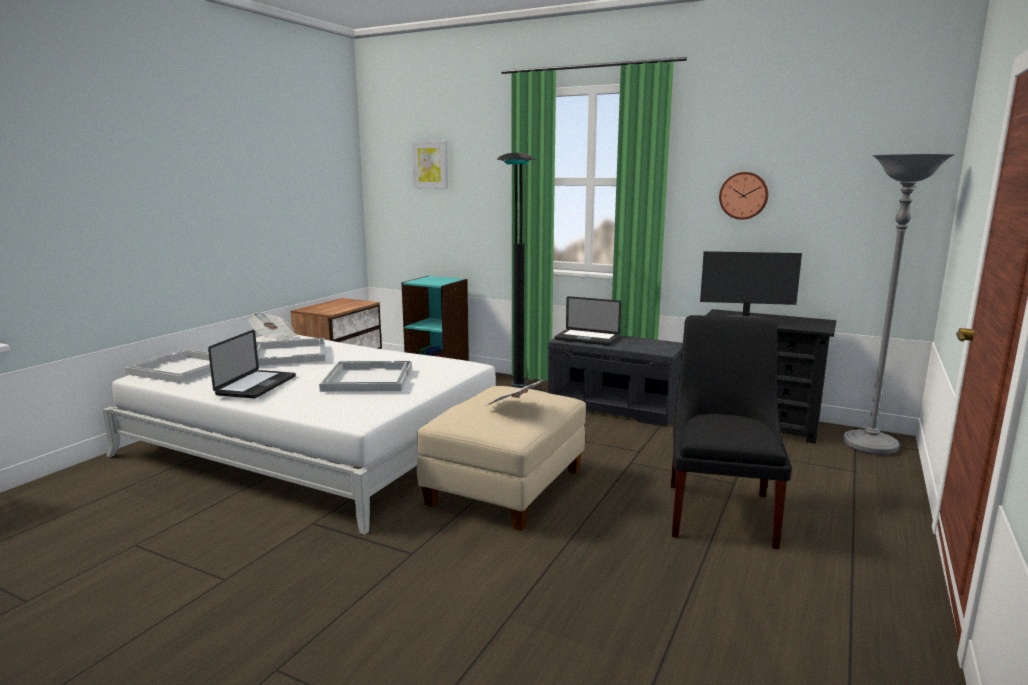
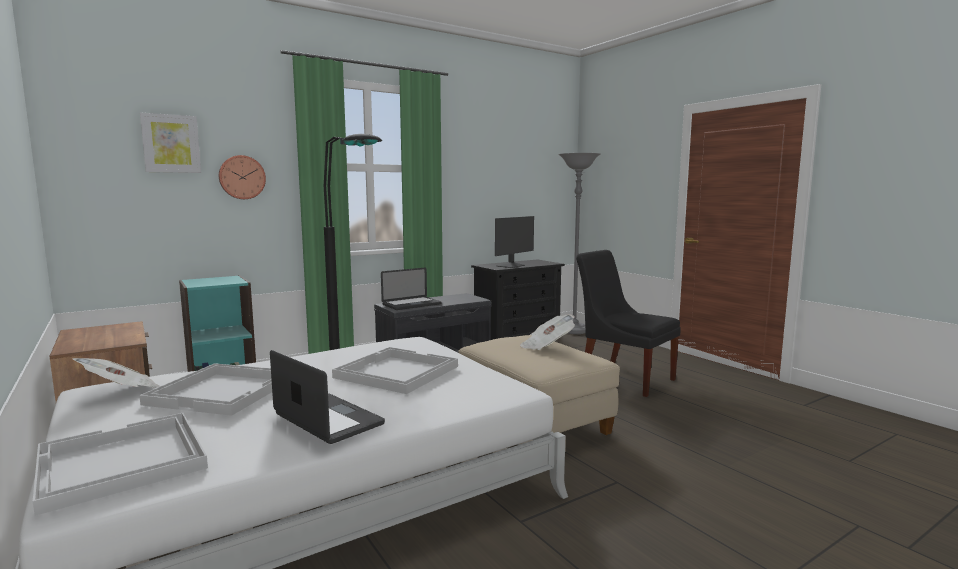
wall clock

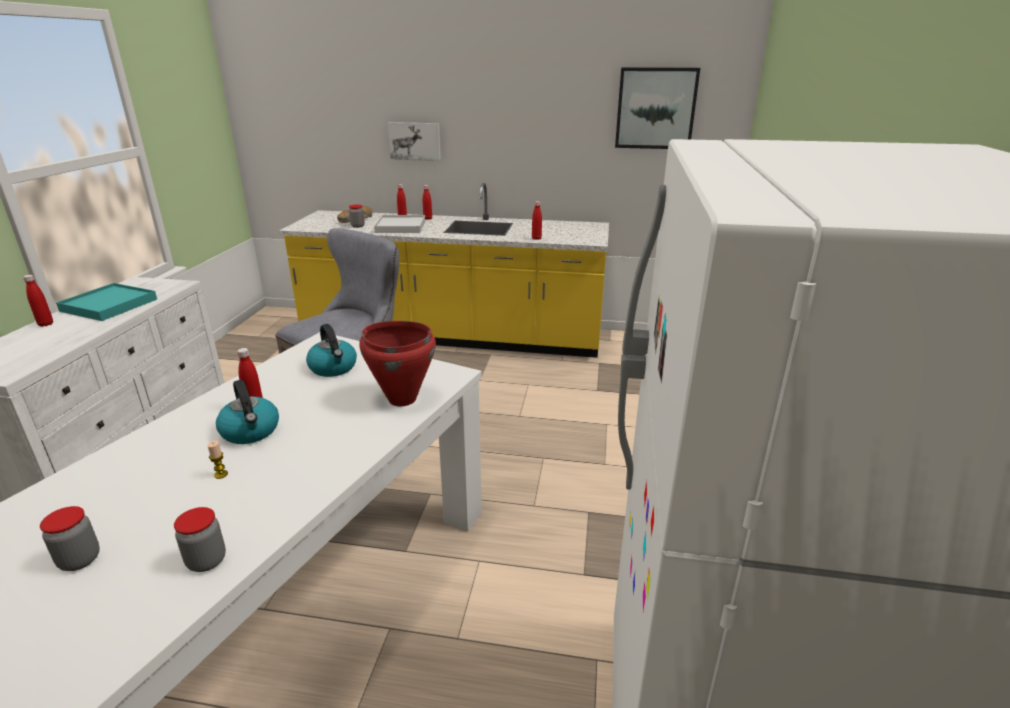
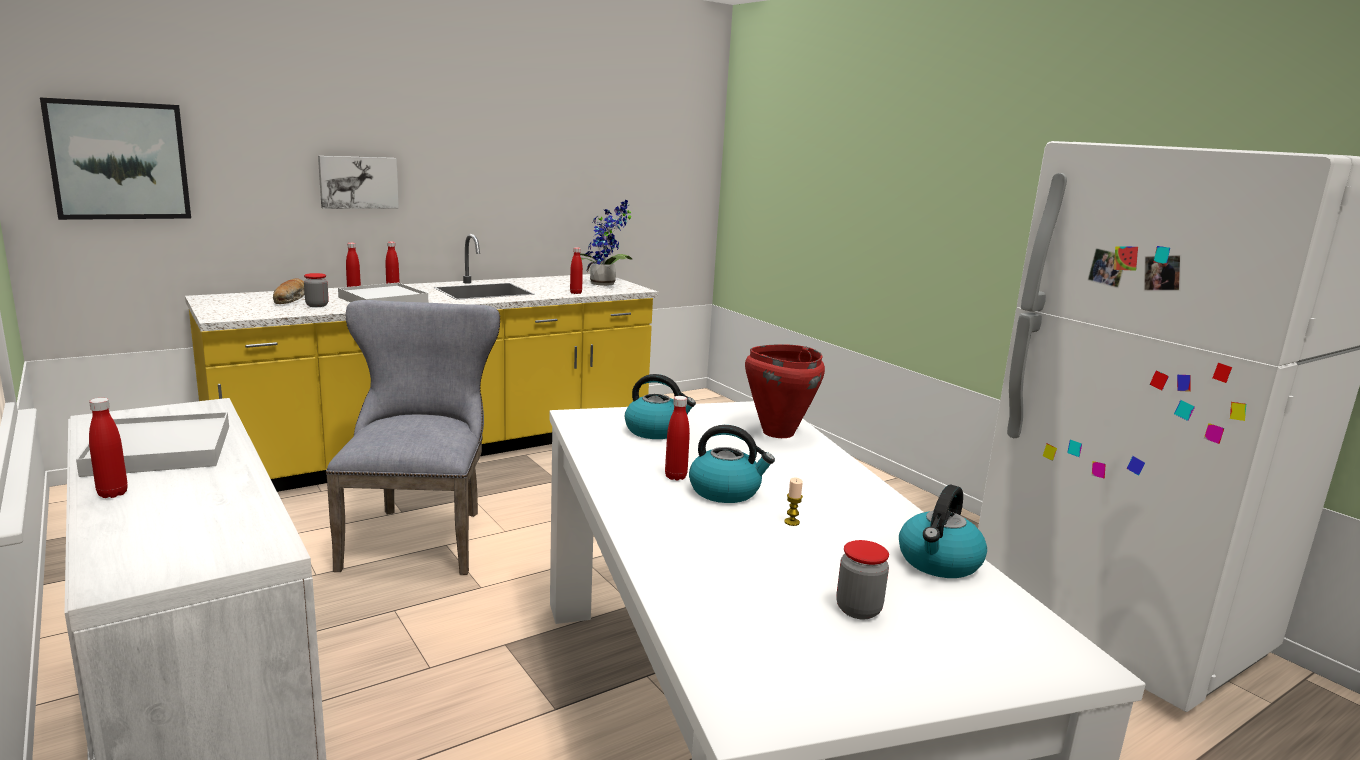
tray/white (1st from left)
kettle (3rd from left)
picture (1st from left)
potted plant

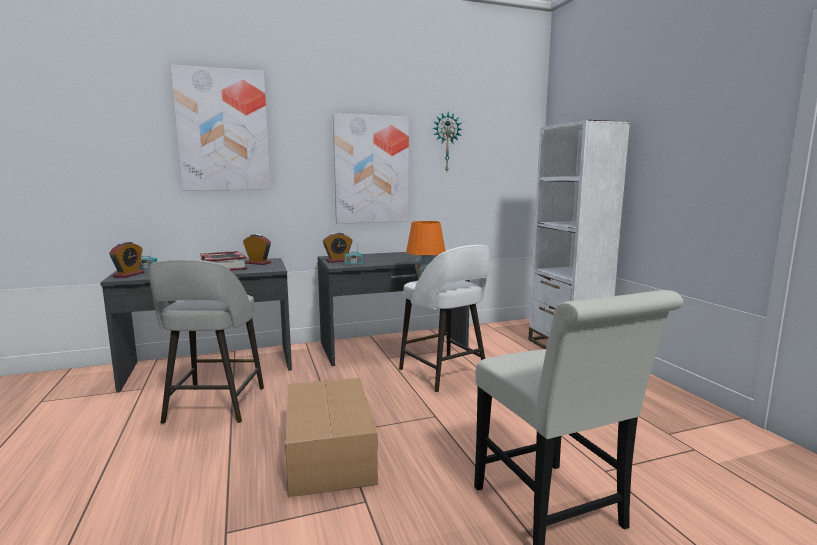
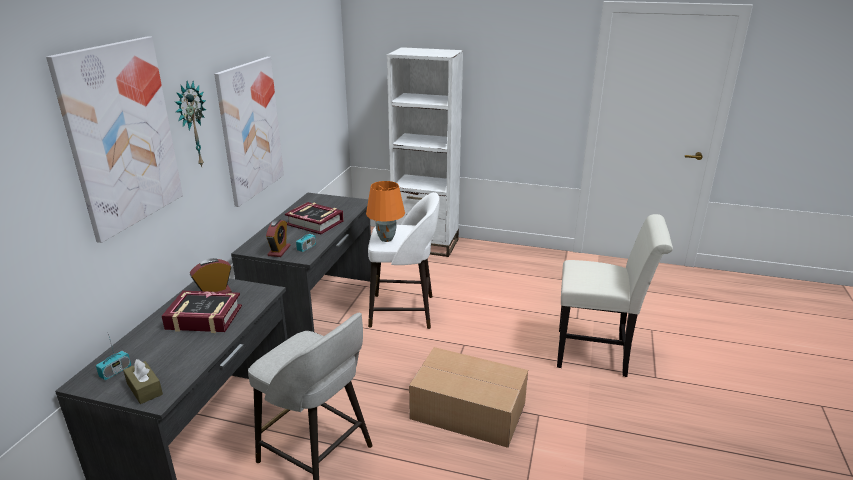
tissue box/brown
wall clock
book (2nd from left)

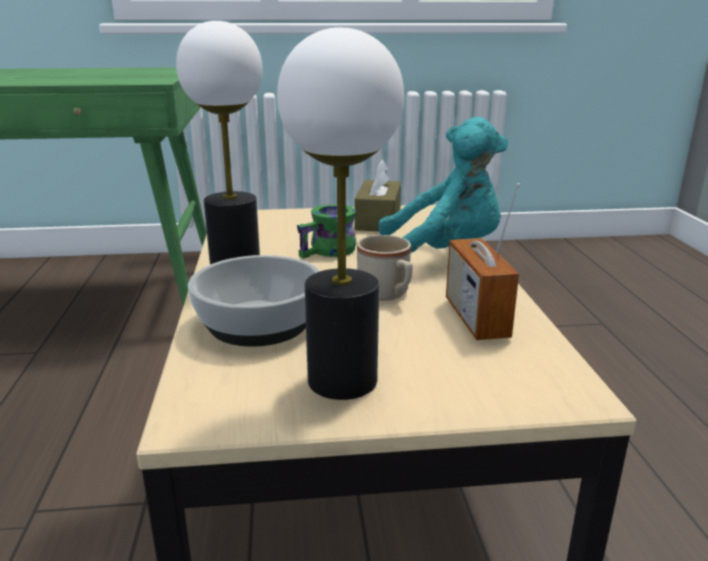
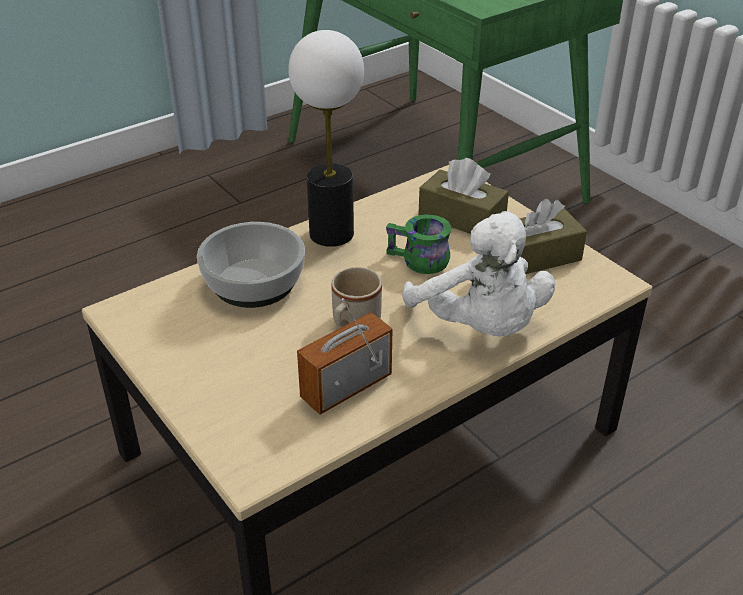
table lamp (2nd from left in the first image)
plush toy/white
tissue box/brown (1st from left)

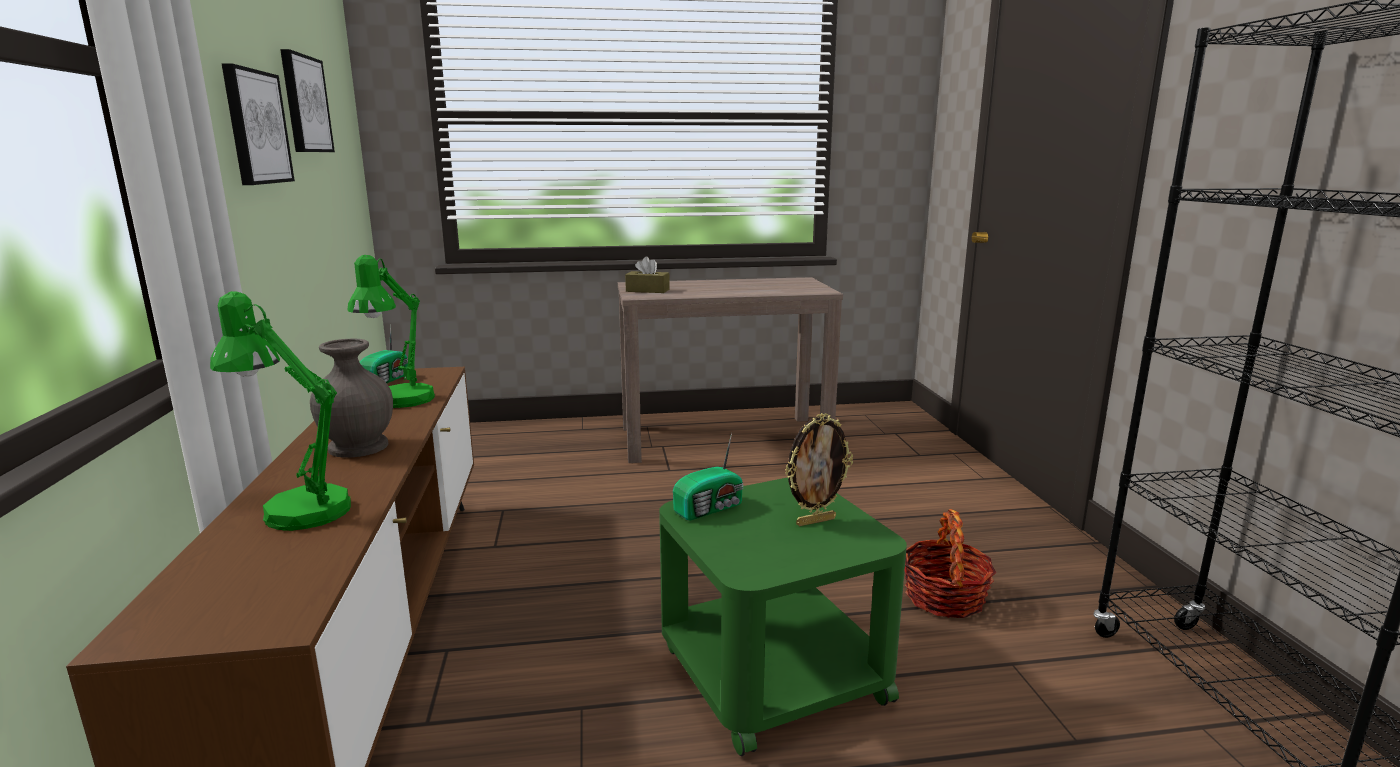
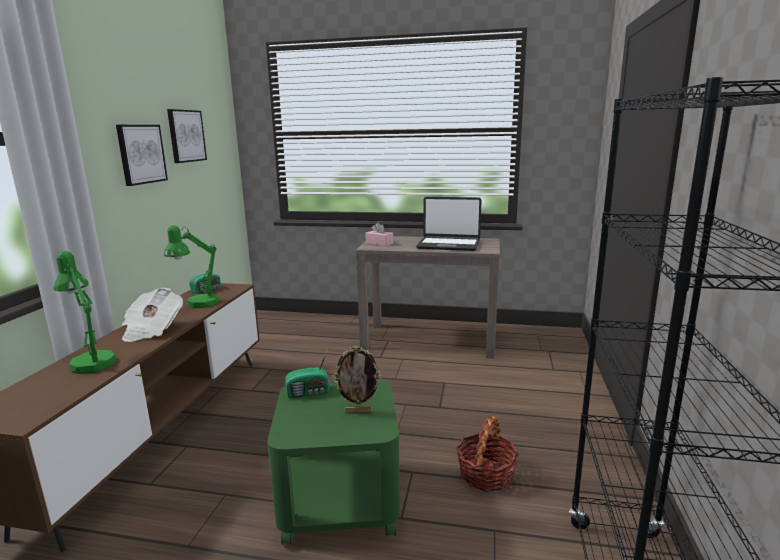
newspaper
tissue box/pink
laptop

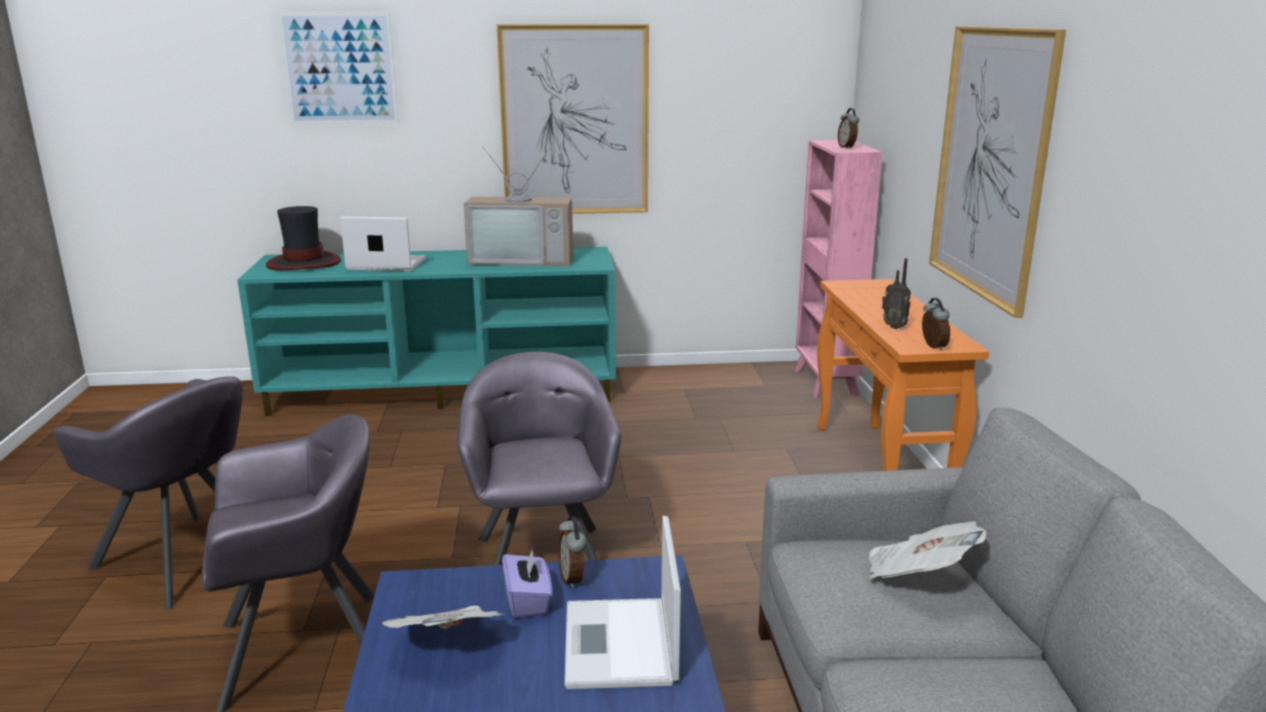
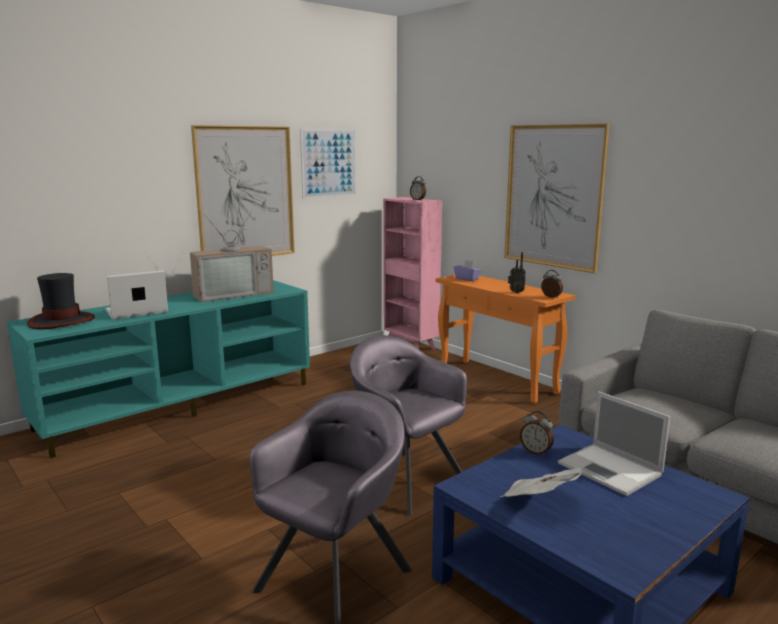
armchair/grey (1st from left in the first image)
picture (2nd from left)
tissue box/purple
newspaper (2nd from left in the first image)

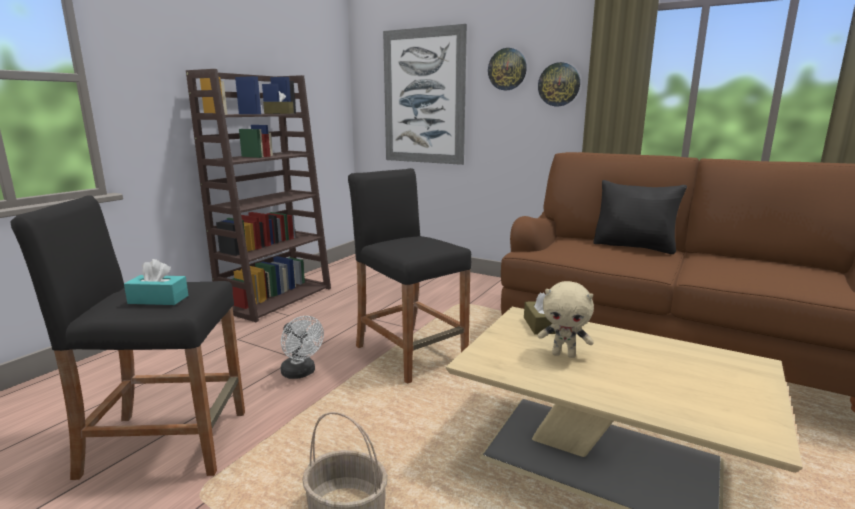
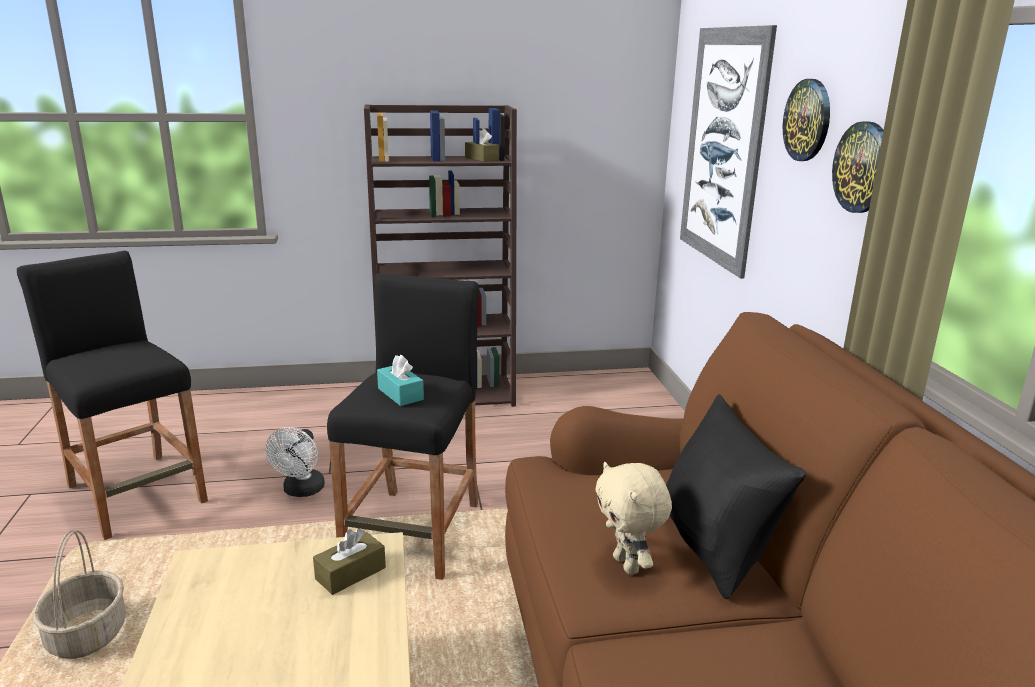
tissue box/turquoise
plush toy/beige

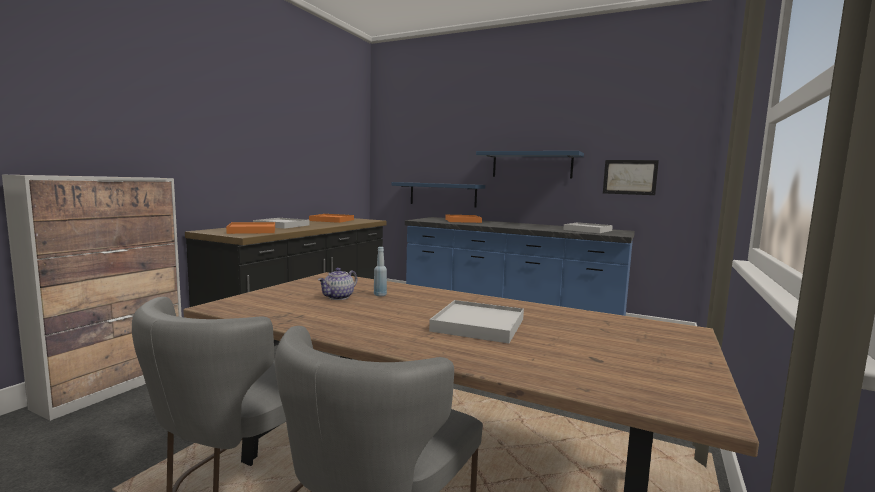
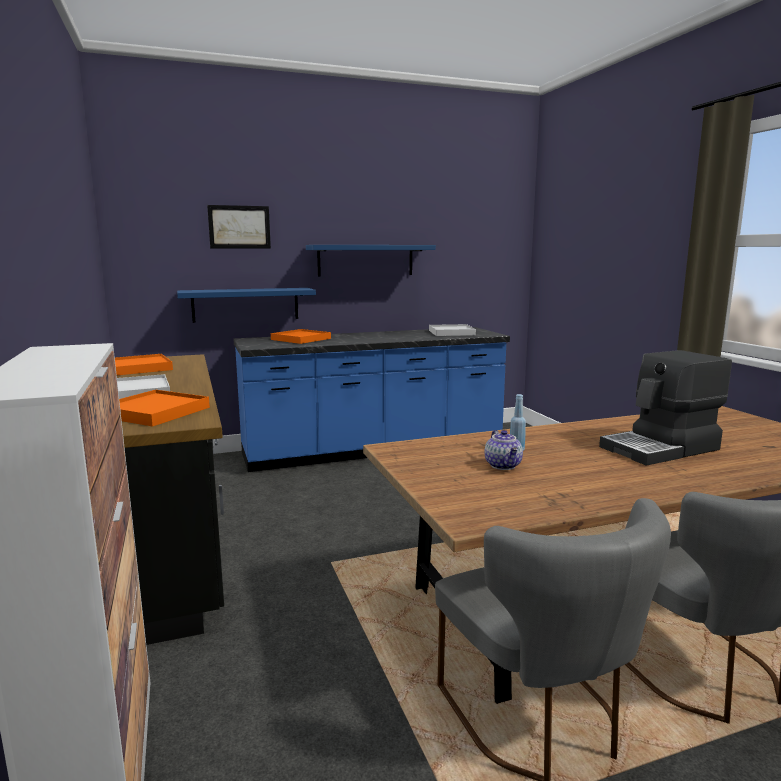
coffee machine
picture

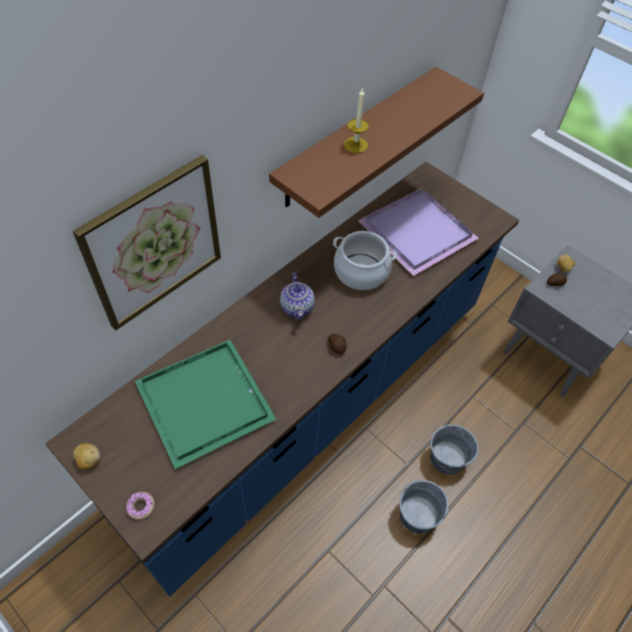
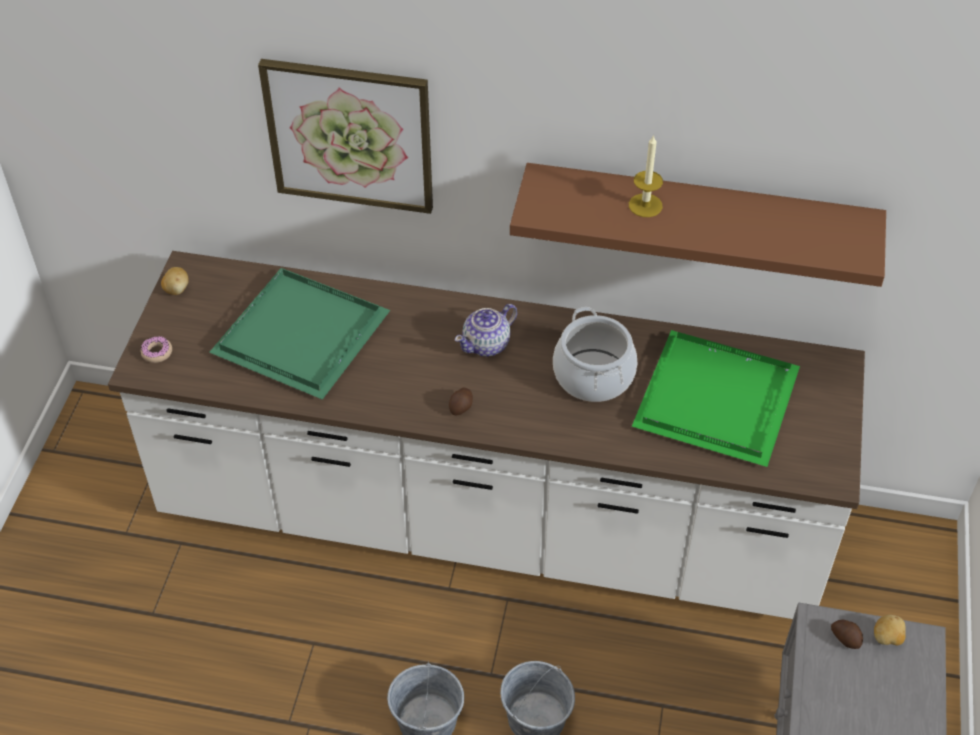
counter/white
tray/green (2nd from left)

